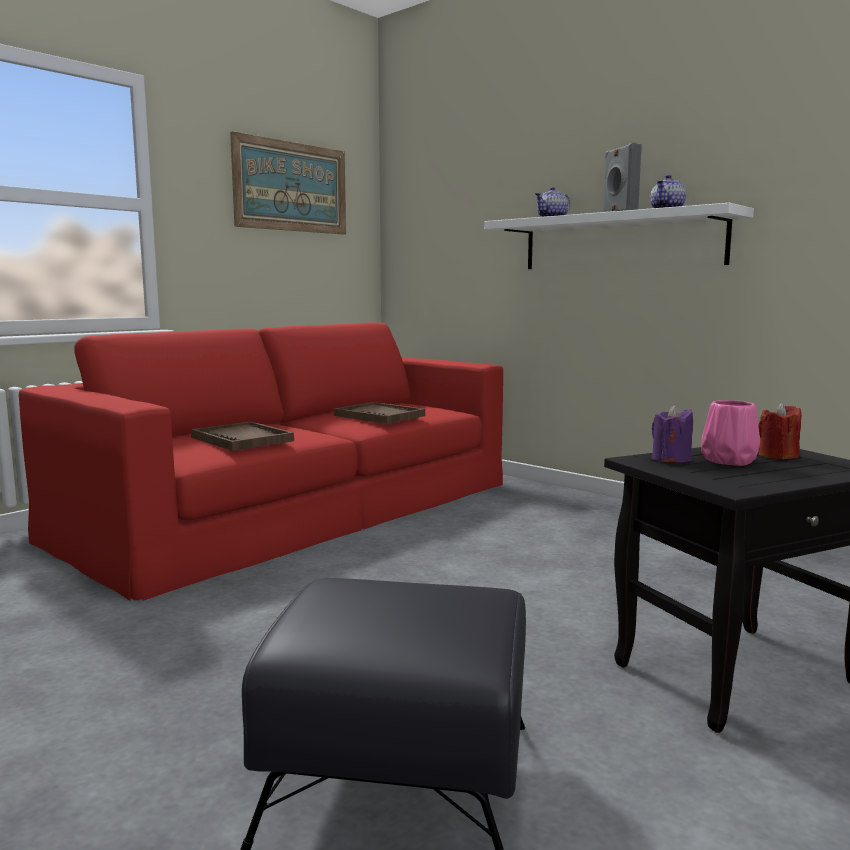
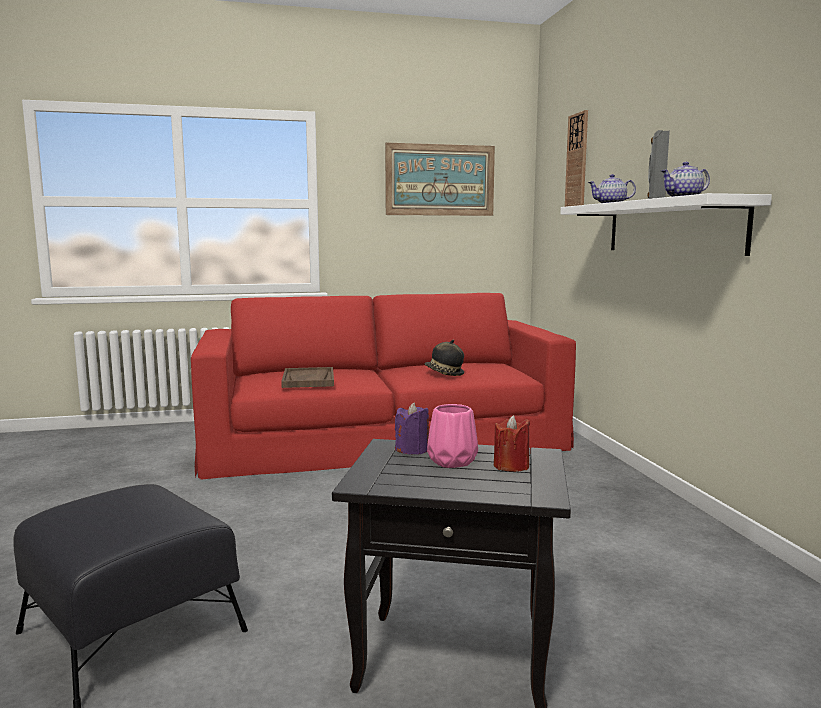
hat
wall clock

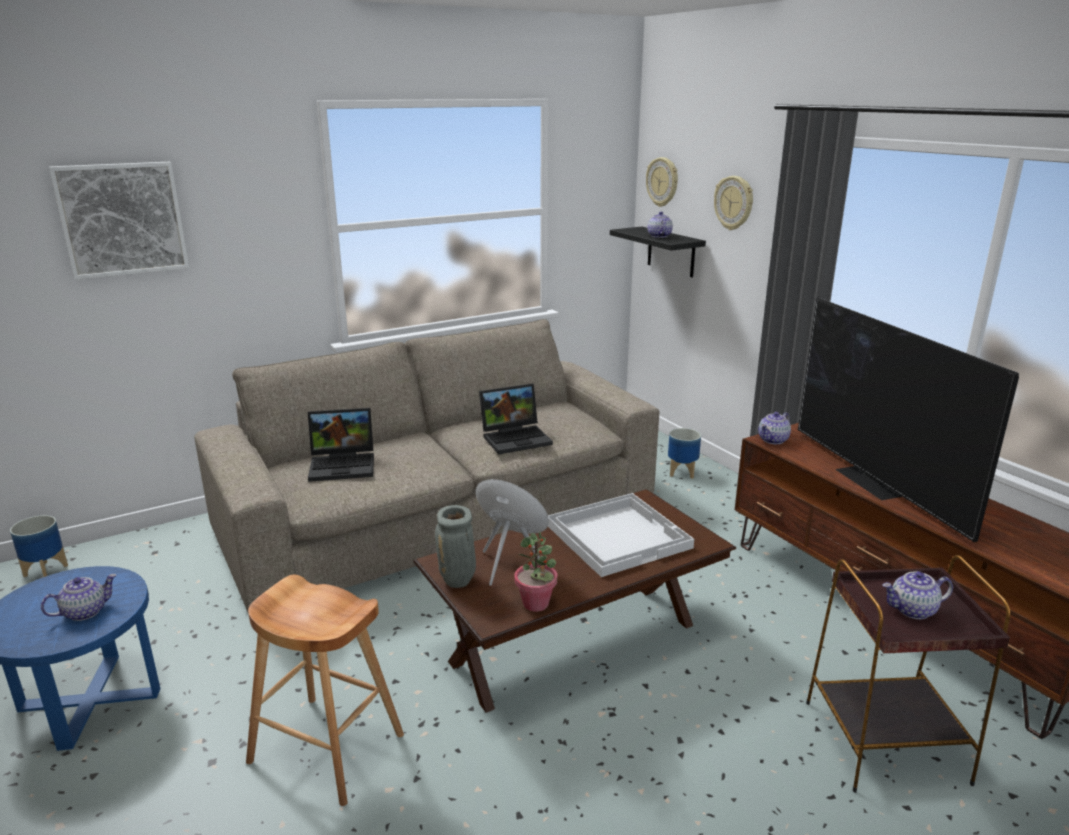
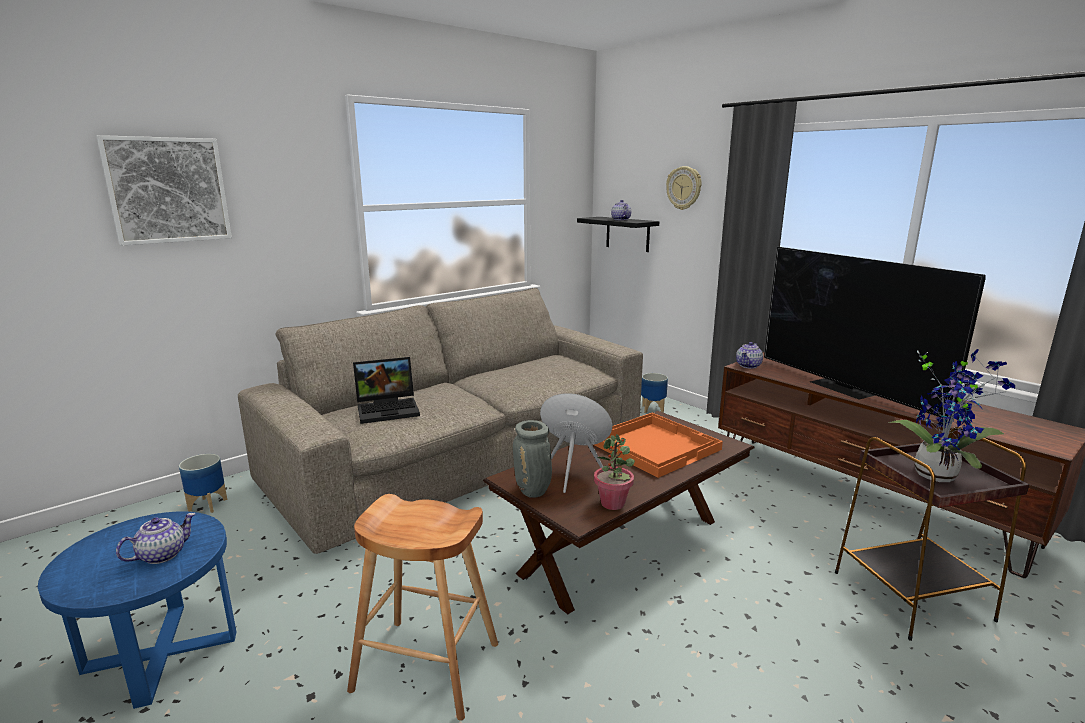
planter (1st from left)
laptop (2nd from left in the first image)
tray/orange
wall clock (1st from left in the first image)
potted plant (2nd from left)

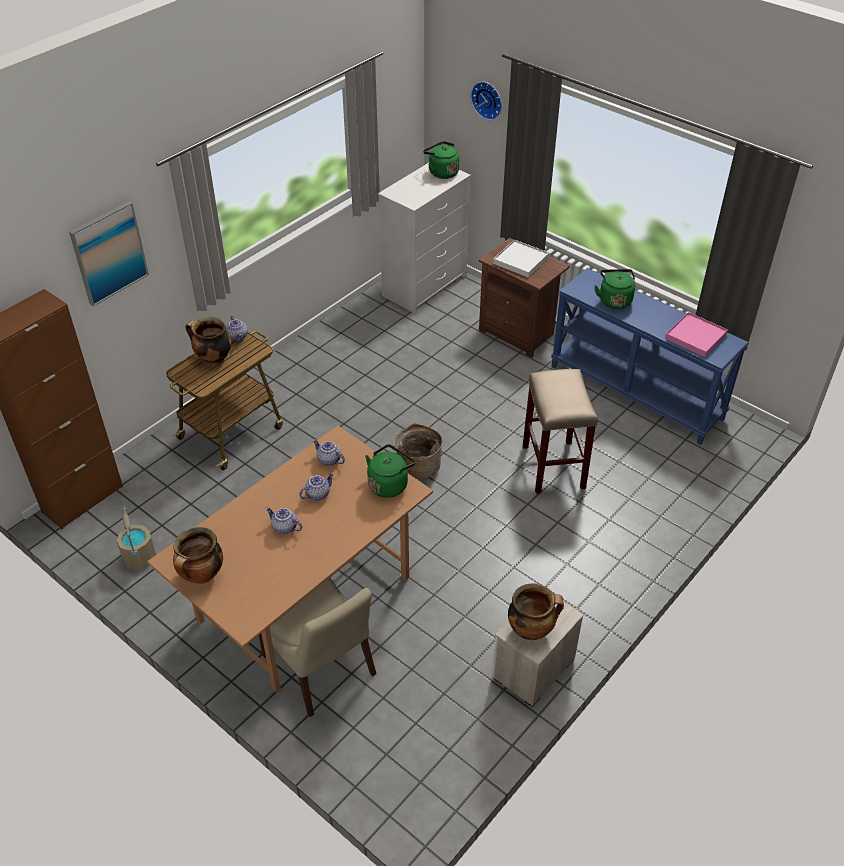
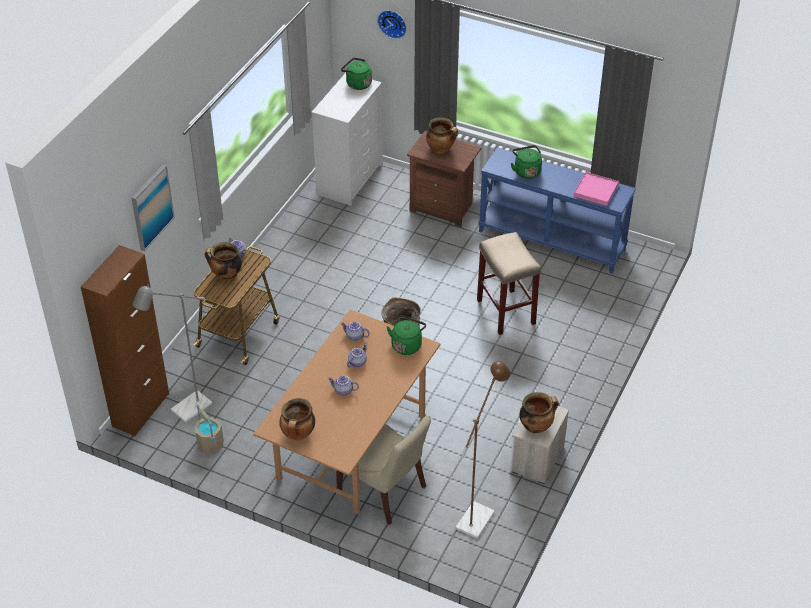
cooking pot (3rd from left)
floor lamp/grey
floor lamp/brown

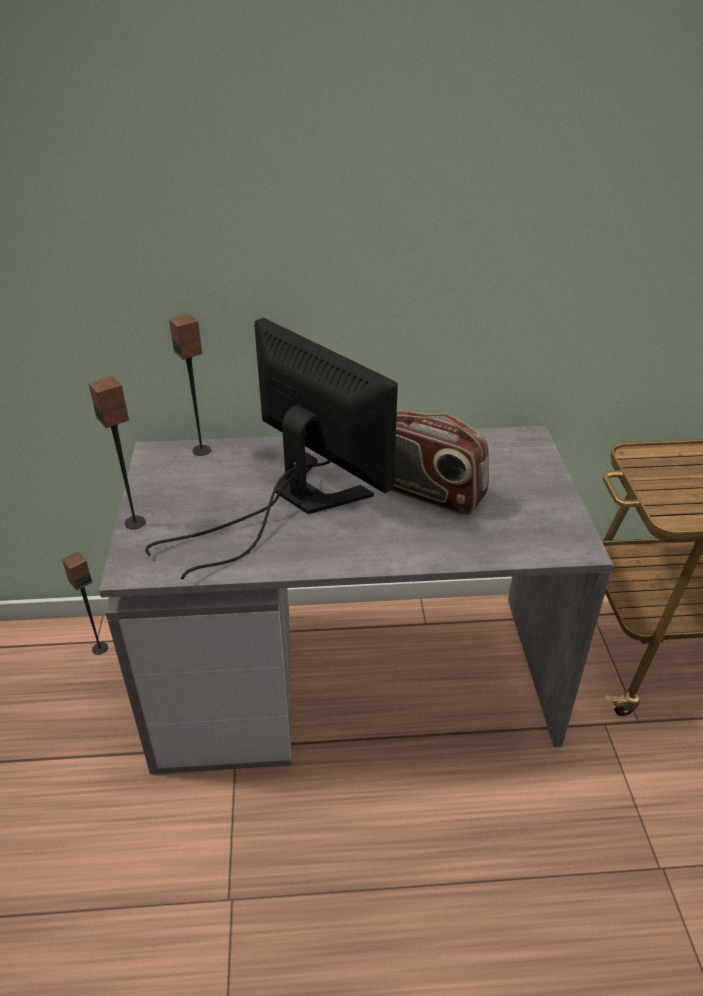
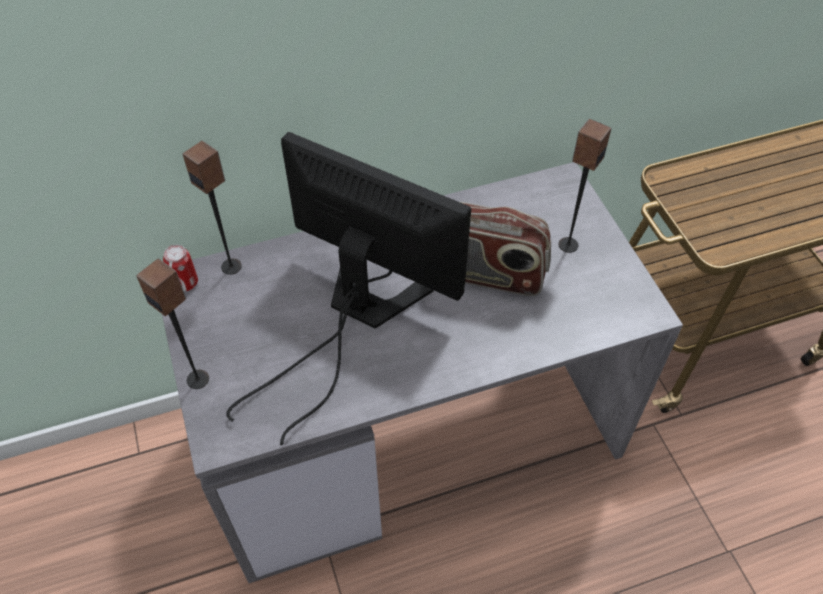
speaker (3rd from left)
can

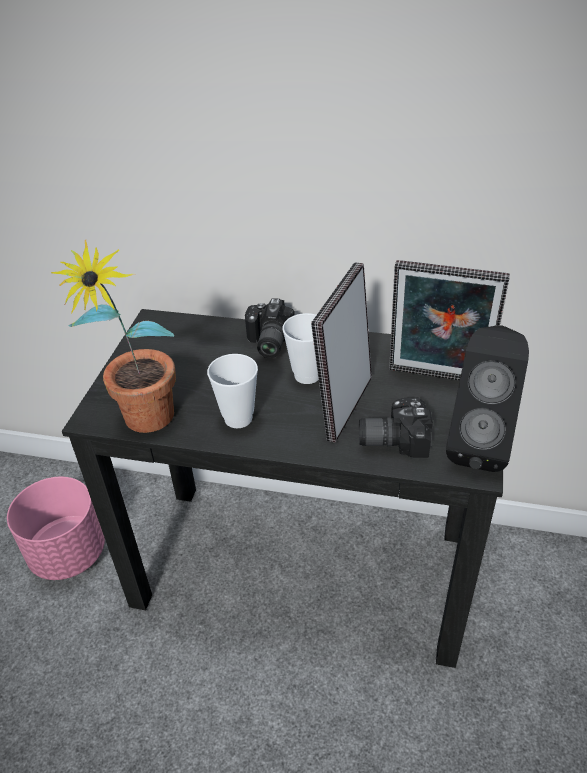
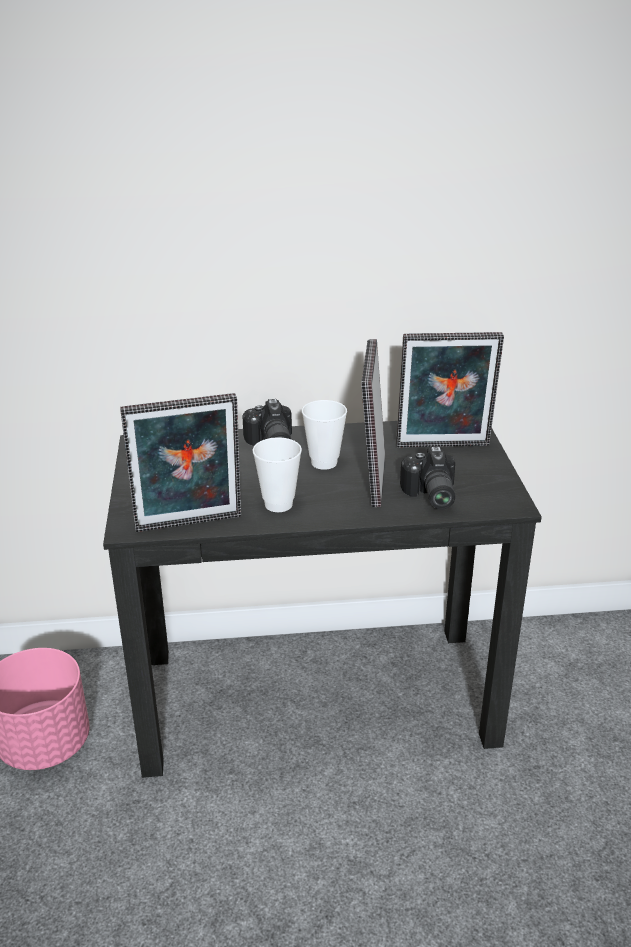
picture frame (1st from left)
photo camera (2nd from left)
speaker/black

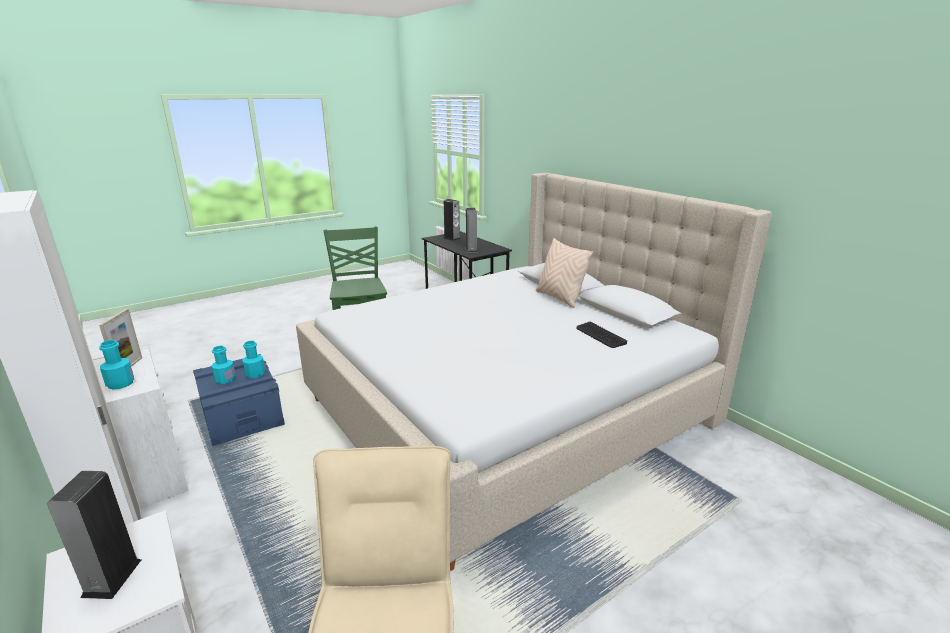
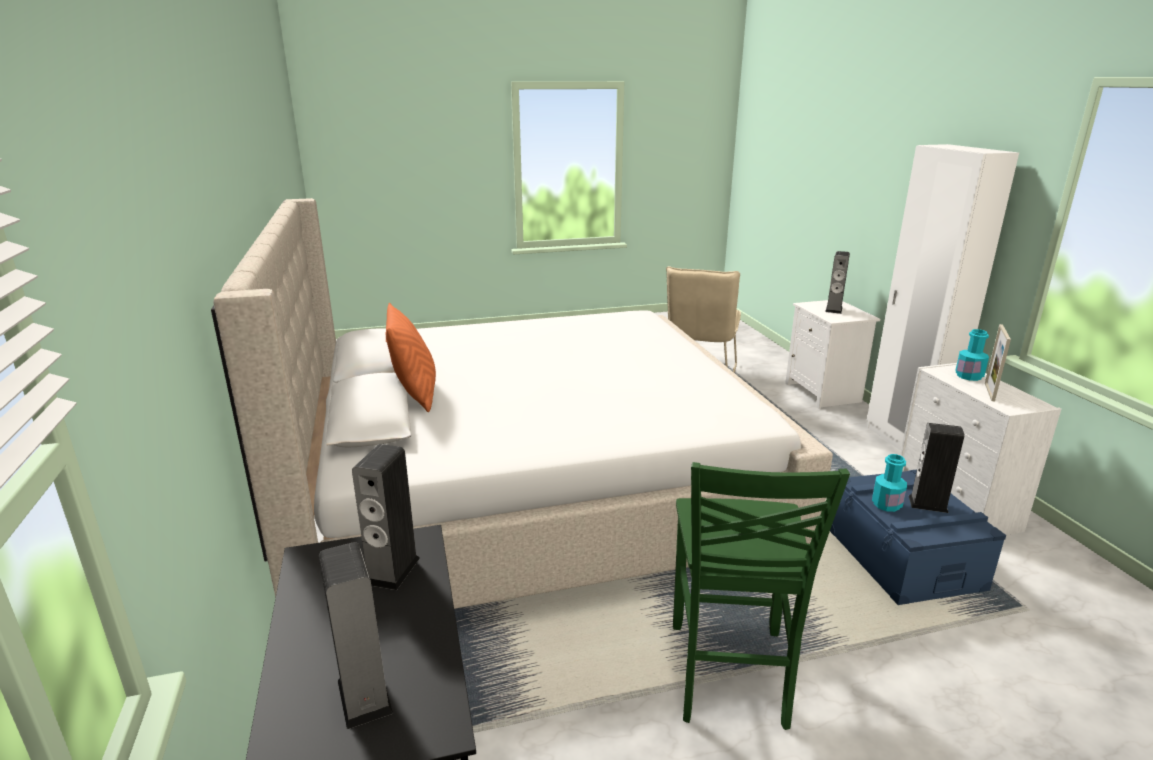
speaker (4th from left)
pillow/orange
keyboard

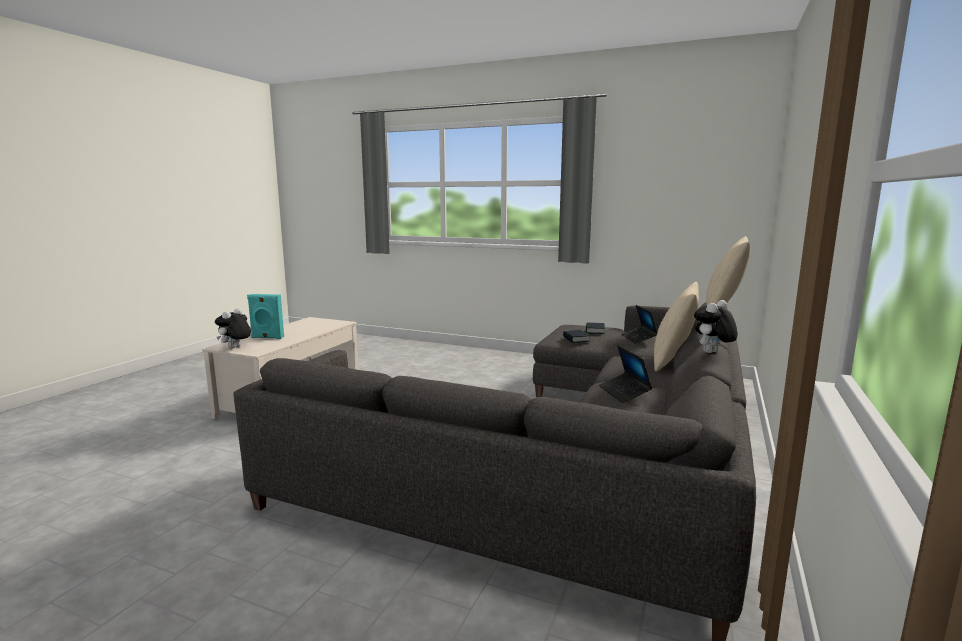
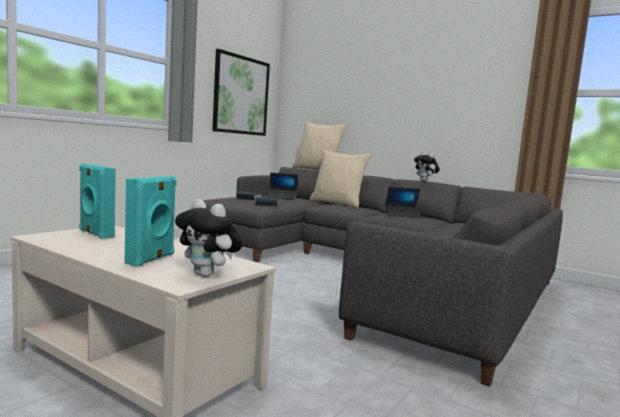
speaker/turquoise (1st from left)
picture

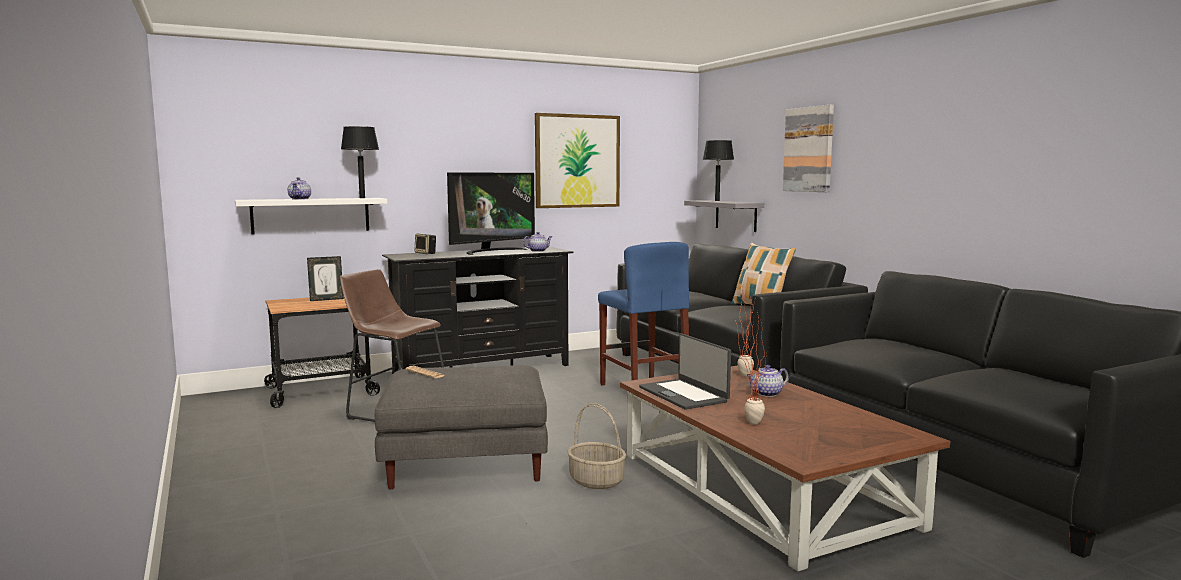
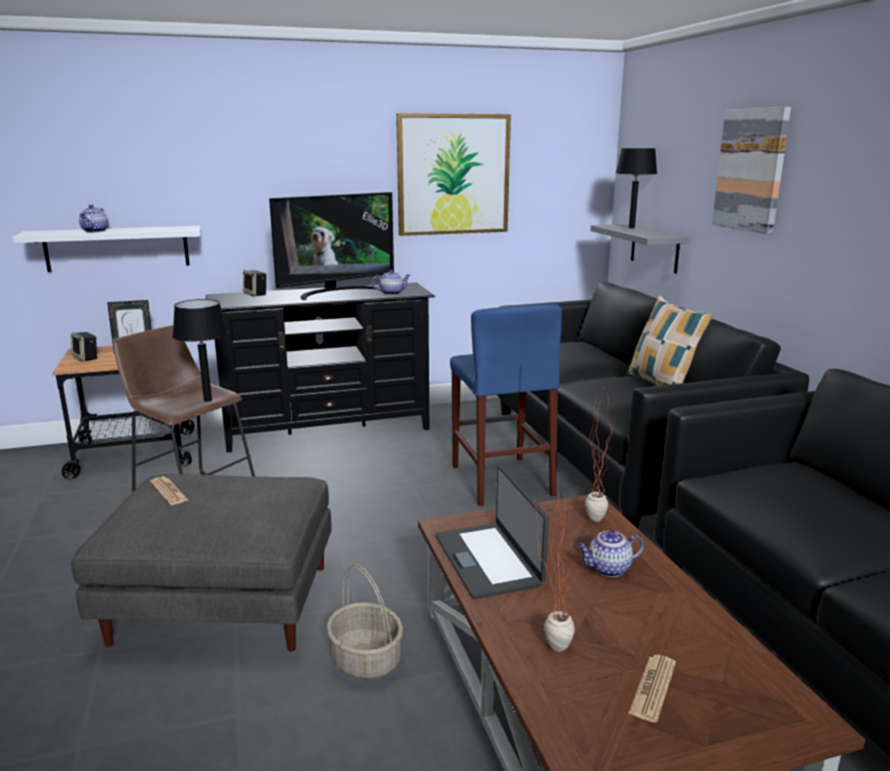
table lamp/black (1st from left)
speaker (1st from left)
newspaper (2nd from left)

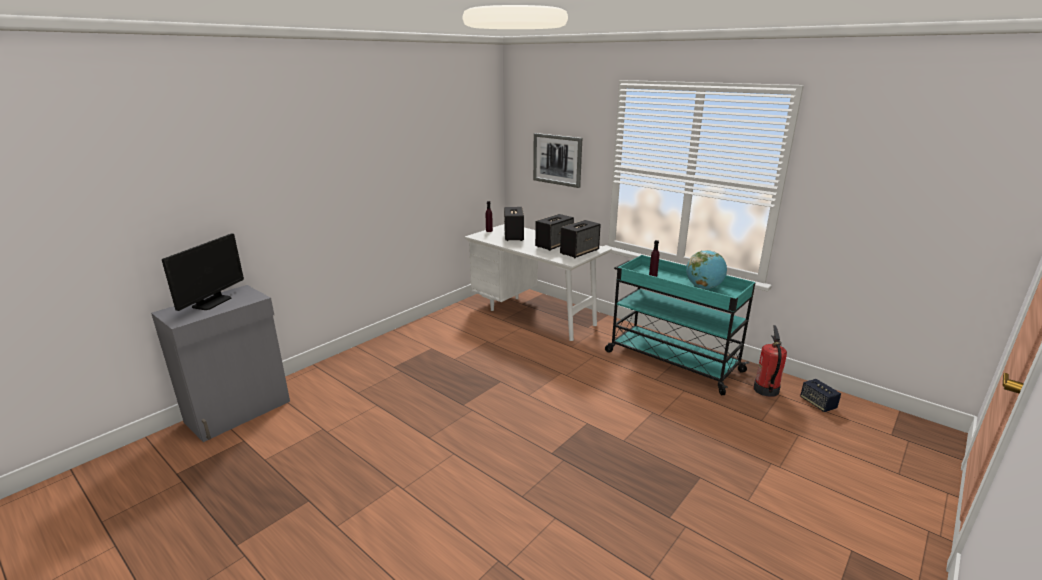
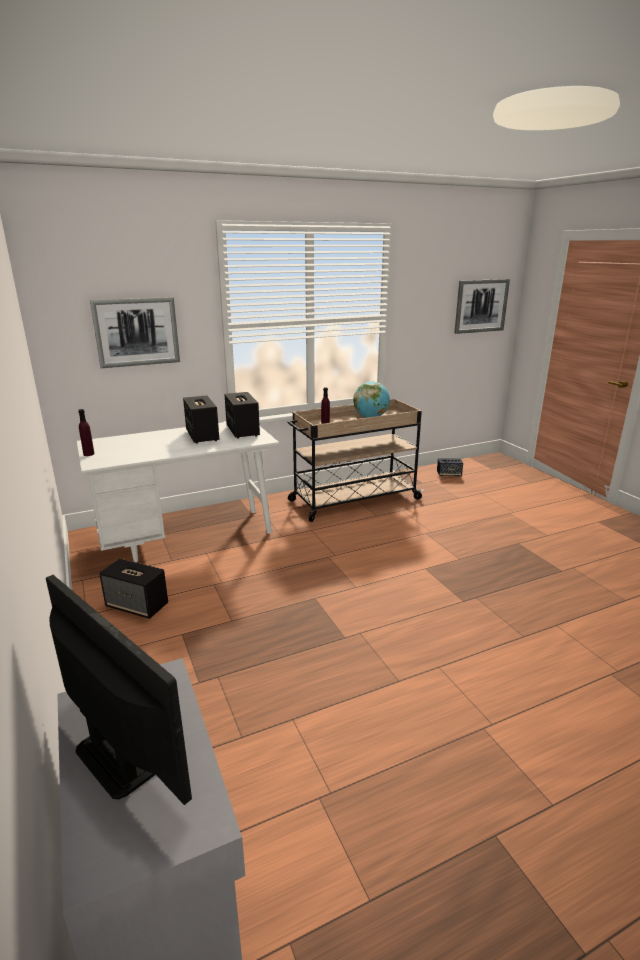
speaker (1st from left)
cart/beige
fire extinguisher
picture (2nd from left)

